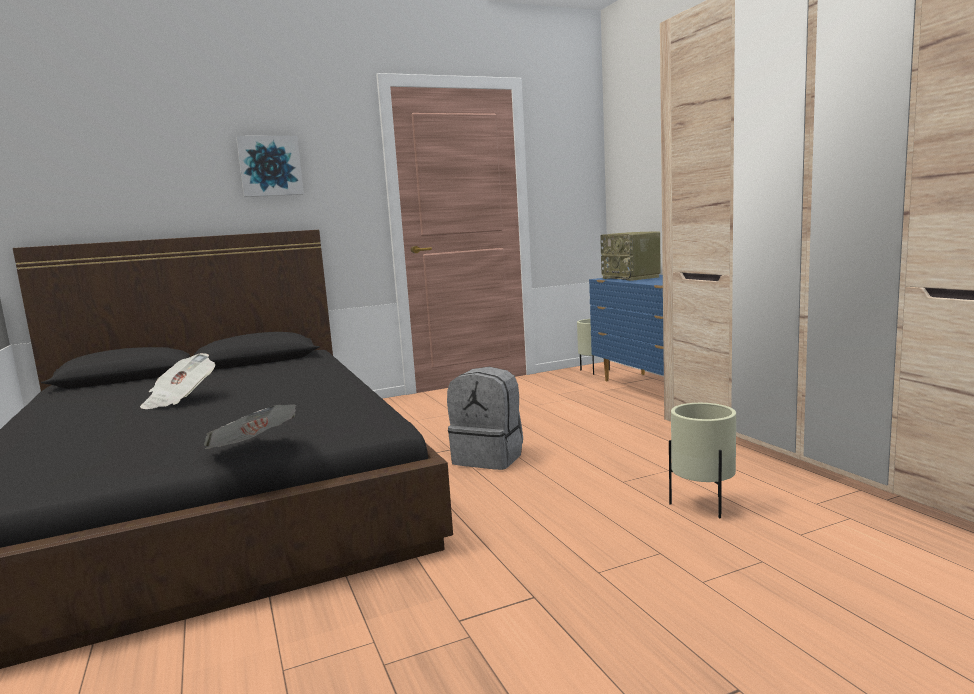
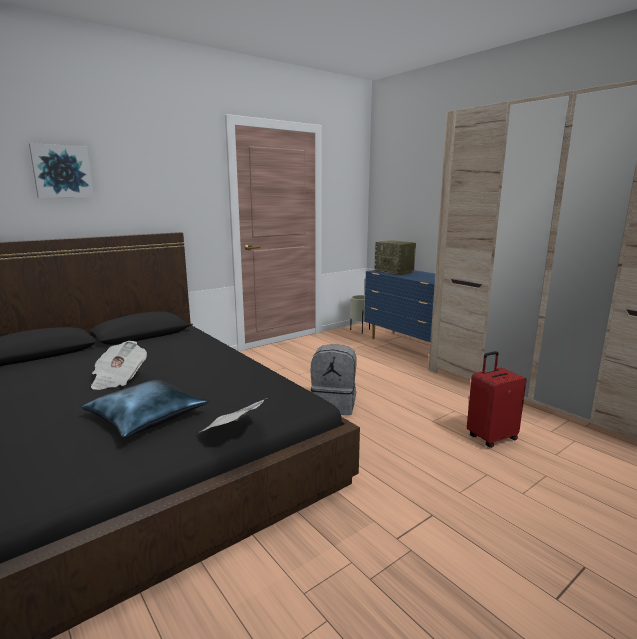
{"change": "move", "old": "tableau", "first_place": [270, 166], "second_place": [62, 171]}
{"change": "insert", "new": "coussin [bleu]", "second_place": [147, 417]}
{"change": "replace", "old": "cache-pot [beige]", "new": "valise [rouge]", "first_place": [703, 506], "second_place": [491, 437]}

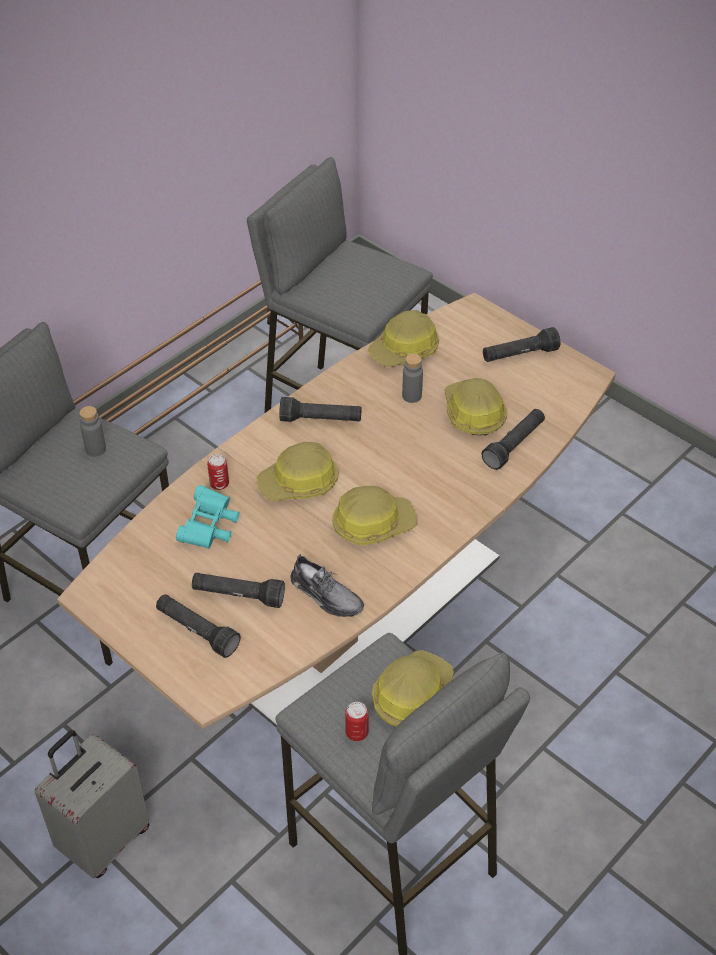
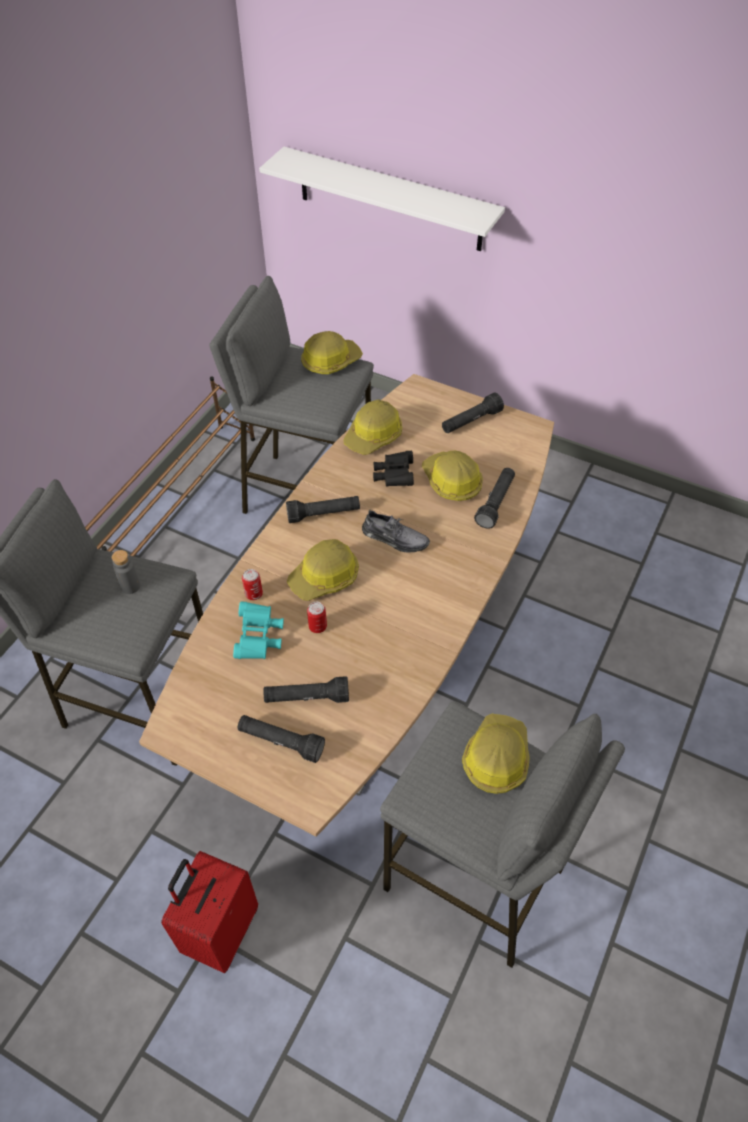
{"change": "recolor", "old": "valise [gris]", "new": "valise [rouge]", "first_place": [103, 839], "second_place": [220, 930]}
{"change": "insert", "new": "étagère [blanc]", "second_place": [390, 200]}
{"change": "move", "old": "casque de chantier", "first_place": [372, 523], "second_place": [330, 361]}
{"change": "move", "old": "boîte métallique", "first_place": [356, 733], "second_place": [317, 626]}
{"change": "move", "old": "chaussure [gris]", "first_place": [326, 595], "second_place": [395, 538]}
{"change": "replace", "old": "bouteille [gris]", "new": "jumelles [noir]", "first_place": [412, 396], "second_place": [394, 476]}

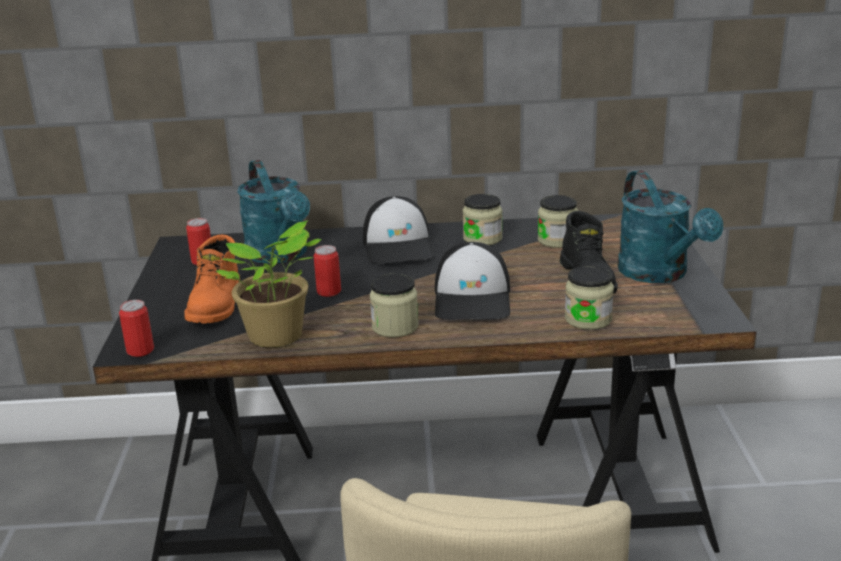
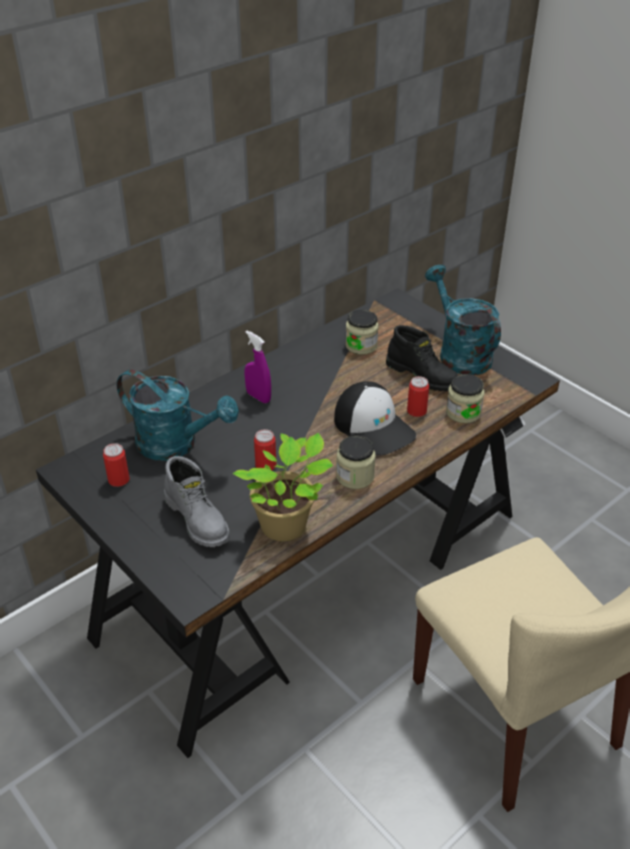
{"change": "recolor", "old": "botte [orange]", "new": "botte [gris]", "first_place": [217, 305], "second_place": [198, 519]}
{"change": "replace", "old": "casquette", "new": "vaporisateur [violet]", "first_place": [399, 246], "second_place": [258, 397]}
{"change": "move", "old": "boîte métallique", "first_place": [140, 350], "second_place": [416, 411]}
{"change": "rotate", "old": "arrosoir [turquoise]", "first_place": [660, 274], "second_place": [459, 353], "degrees": -150}
{"change": "delete", "old": "bocal", "first_place": [482, 238]}

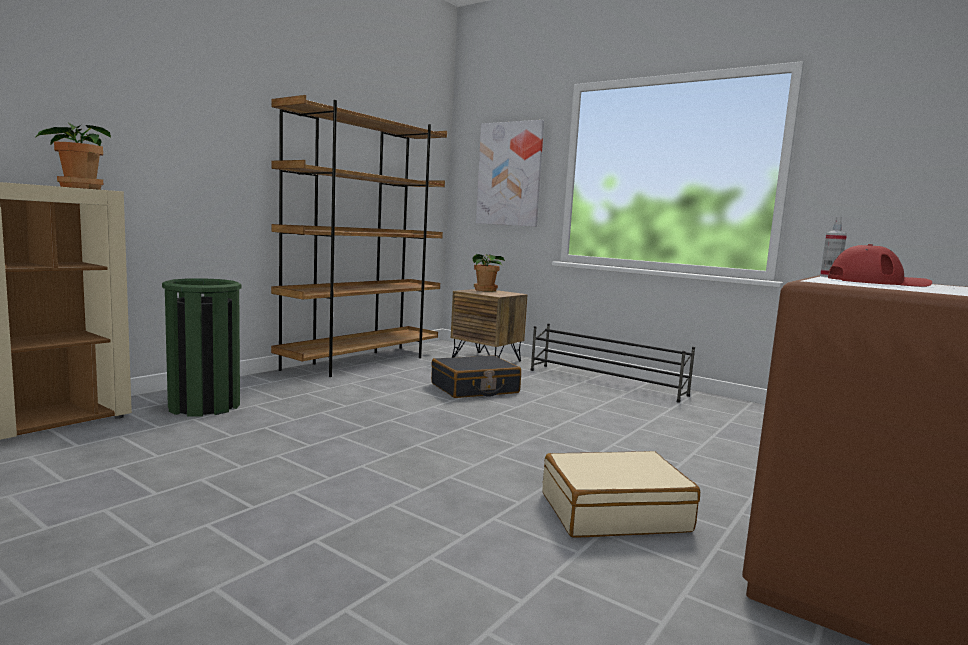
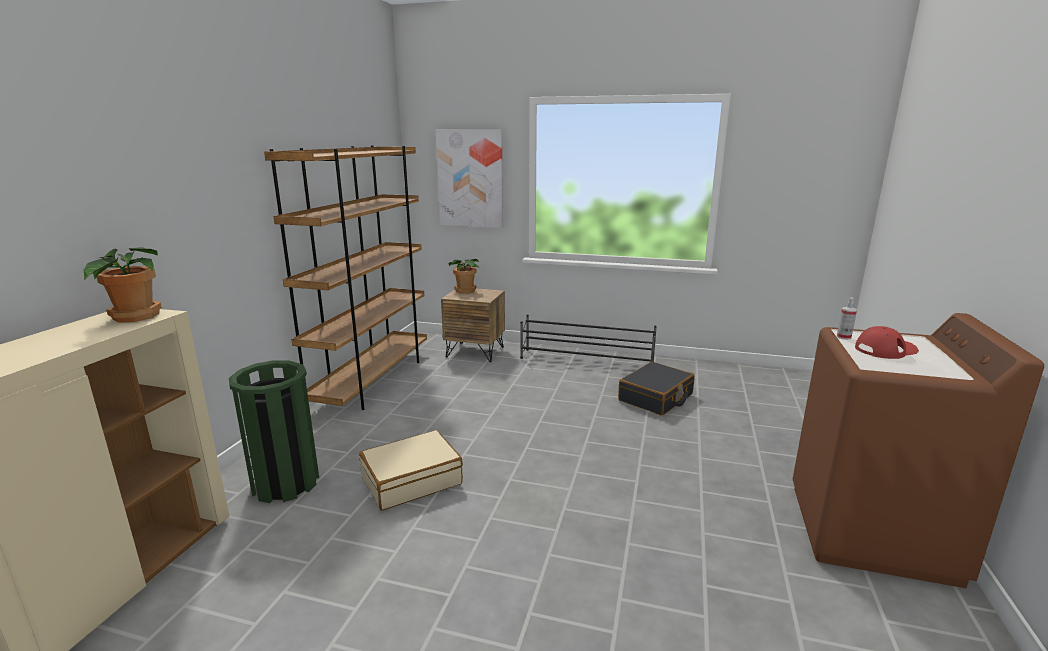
{"change": "move", "old": "valise [beige]", "first_place": [614, 512], "second_place": [411, 480]}
{"change": "move", "old": "valise [noir]", "first_place": [475, 389], "second_place": [656, 398]}

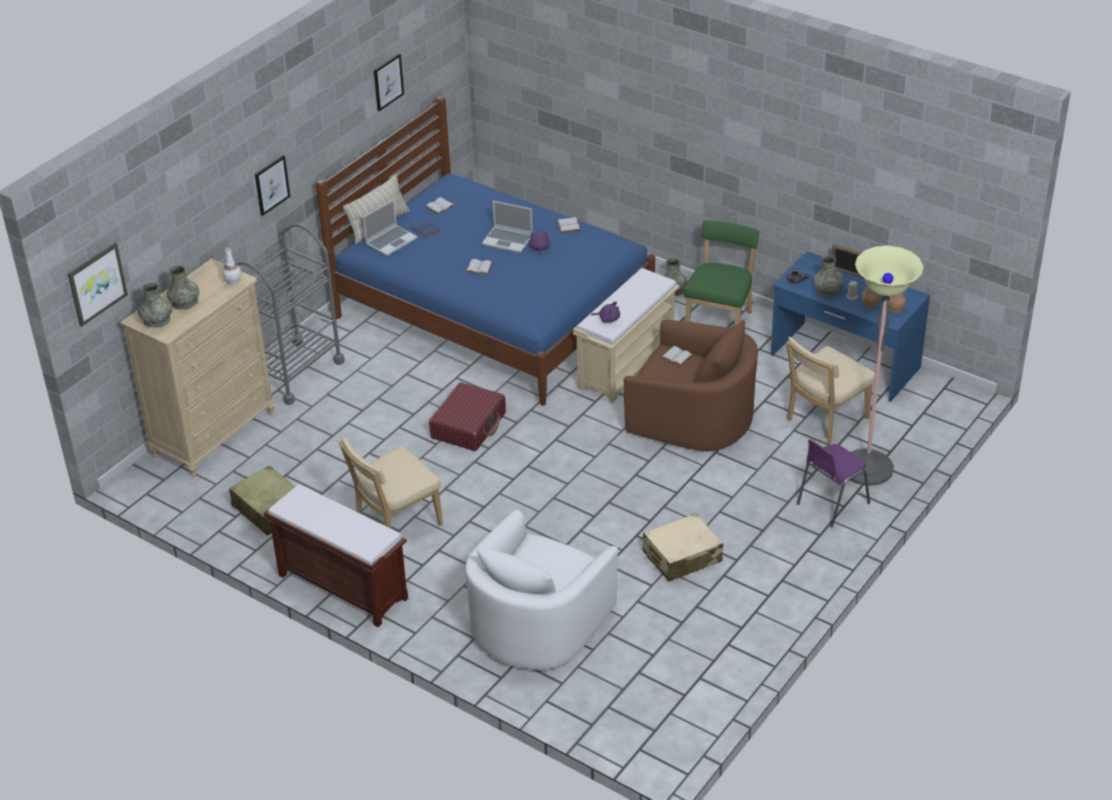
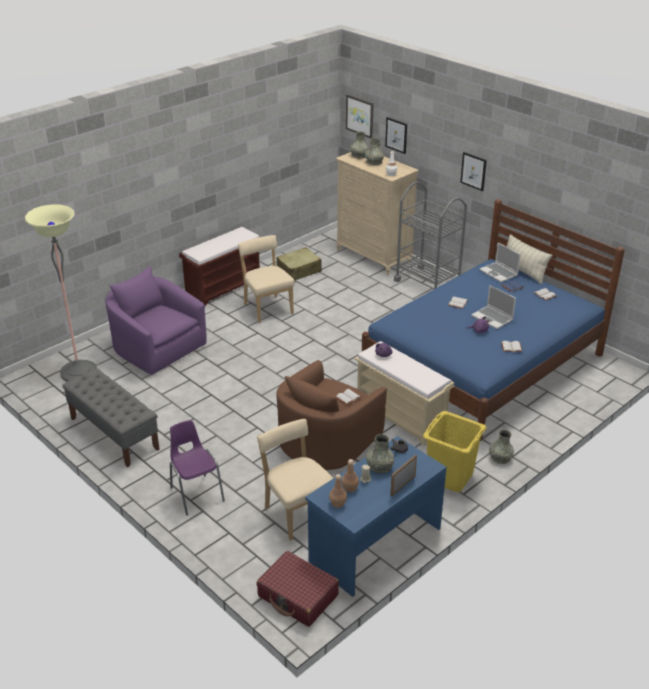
{"change": "move", "old": "lampadaire", "first_place": [867, 468], "second_place": [78, 372]}
{"change": "insert", "new": "banc [gris]", "second_place": [114, 433]}
{"change": "recolor", "old": "fauteuil [blanc]", "new": "fauteuil [violet]", "first_place": [537, 623], "second_place": [156, 347]}
{"change": "move", "old": "valise [rouge]", "first_place": [469, 425], "second_place": [298, 596]}
{"change": "move", "old": "tableau", "first_place": [388, 81], "second_place": [396, 135]}
{"change": "replace", "old": "chaise [vert]", "new": "panier à linge [jaune]", "first_place": [720, 321], "second_place": [450, 477]}
{"change": "rotate", "old": "ordinateur portable", "first_place": [508, 240], "second_place": [492, 318], "degrees": -75}
{"change": "delete", "old": "valise [beige]", "first_place": [681, 557]}

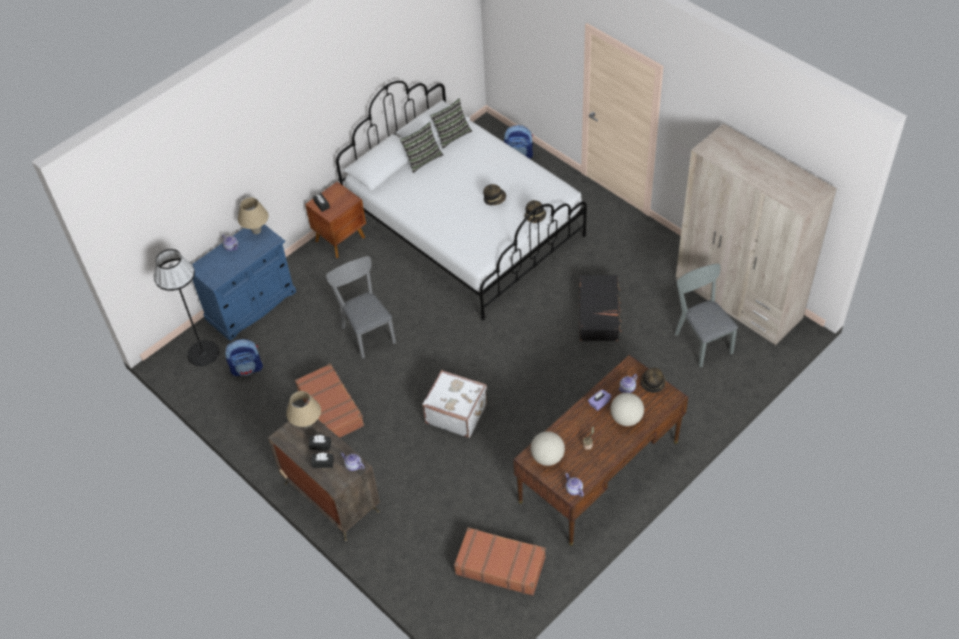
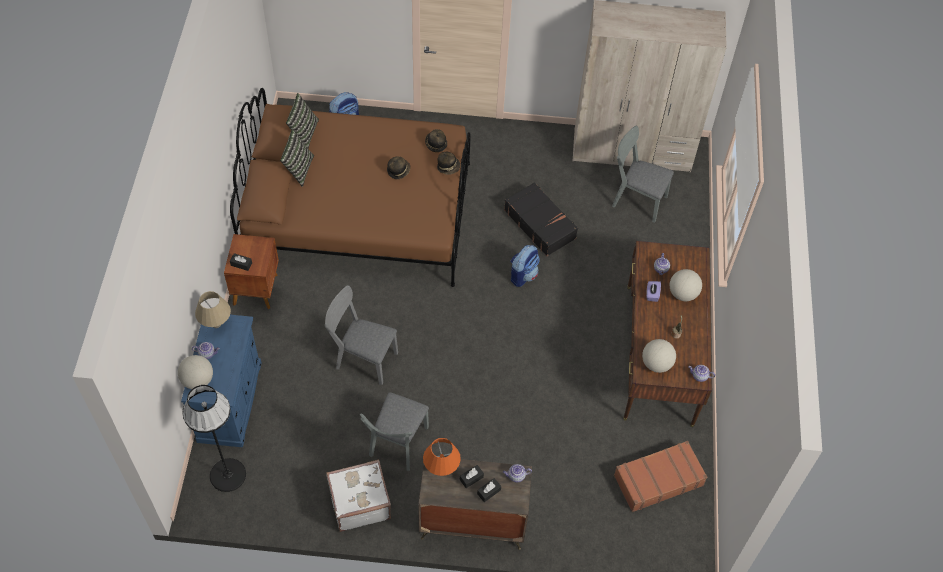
{"change": "insert", "new": "globe", "second_place": [198, 380]}
{"change": "recolor", "old": "lit [blanc]", "new": "lit [marron]", "first_place": [465, 227], "second_place": [359, 213]}
{"change": "move", "old": "valise [blanc]", "first_place": [456, 413], "second_place": [359, 503]}
{"change": "replace", "old": "valise [marron]", "new": "chaise [gris]", "first_place": [331, 408], "second_place": [397, 446]}
{"change": "recolor", "old": "lampe de table [beige]", "new": "lampe de table [orange]", "first_place": [307, 424], "second_place": [441, 468]}
{"change": "move", "old": "chapeau", "first_place": [652, 382], "second_place": [435, 144]}
{"change": "move", "old": "sac à dos", "first_place": [247, 368], "second_place": [523, 275]}

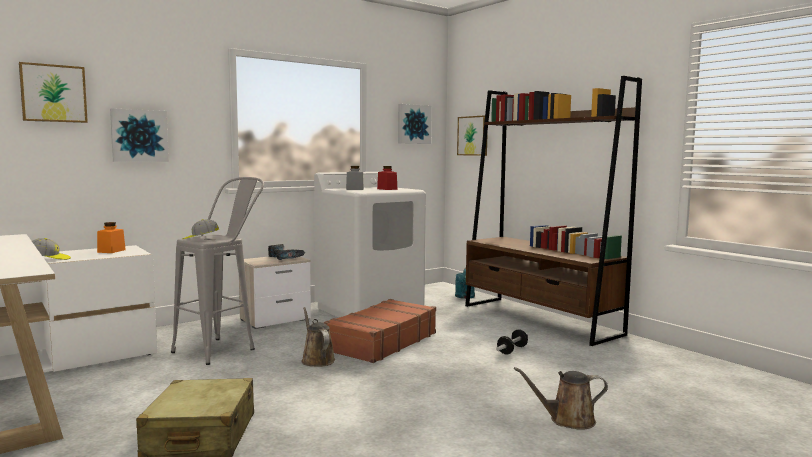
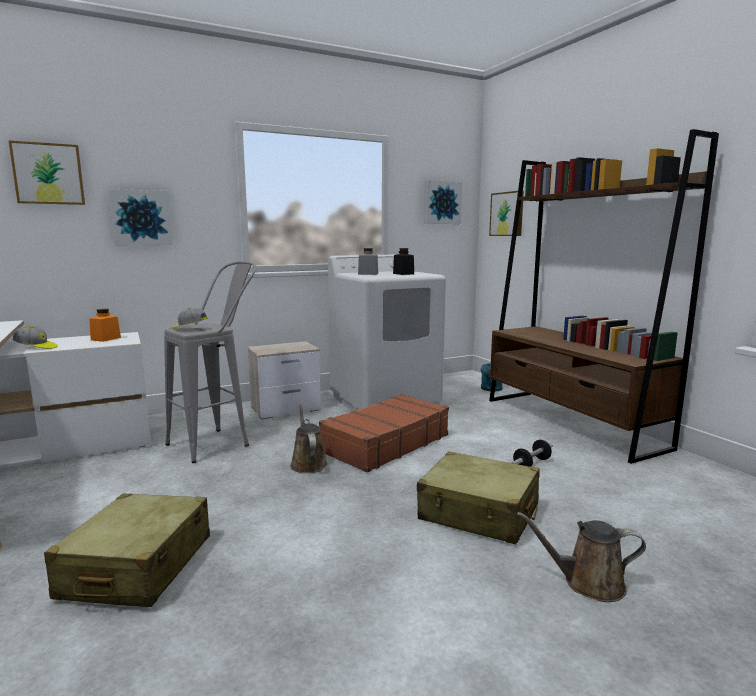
{"change": "recolor", "old": "bocal [rouge]", "new": "bocal [noir]", "first_place": [387, 189], "second_place": [403, 274]}
{"change": "insert", "new": "valise [beige]", "second_place": [479, 513]}
{"change": "delete", "old": "perceuse", "first_place": [285, 258]}

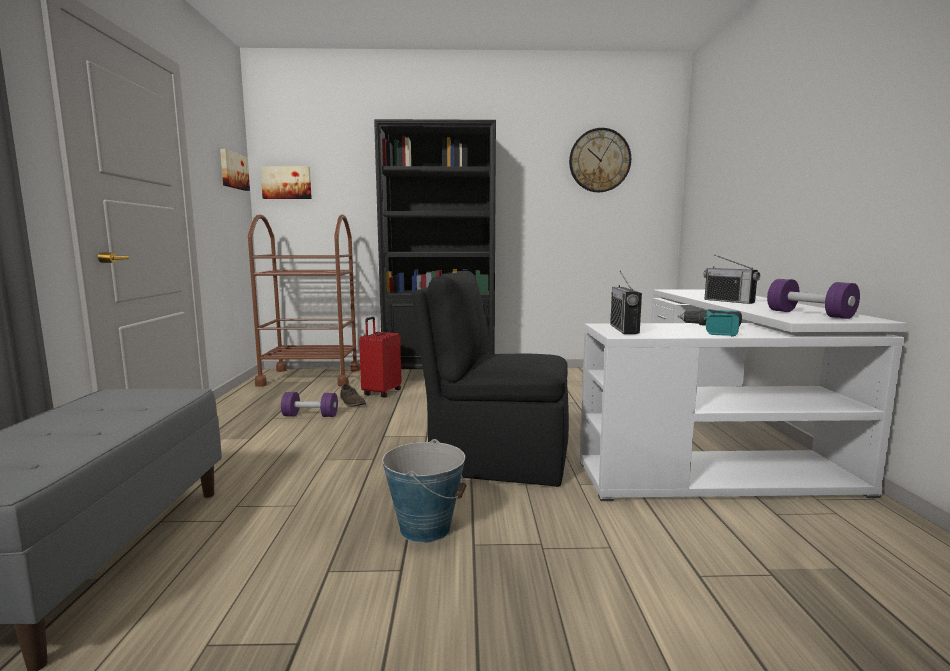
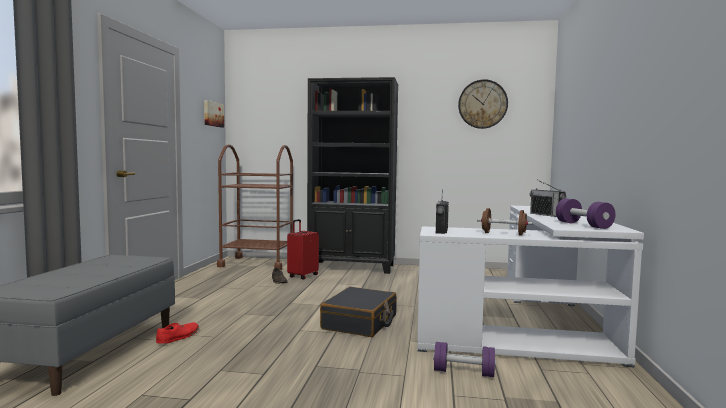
{"change": "insert", "new": "chaussure [rouge]", "second_place": [178, 337]}
{"change": "replace", "old": "chaise [noir]", "new": "valise [noir]", "first_place": [496, 460], "second_place": [360, 322]}
{"change": "move", "old": "haltère [violet]", "first_place": [310, 415], "second_place": [463, 372]}
{"change": "replace", "old": "perceuse", "new": "haltère [marron]", "first_place": [711, 330], "second_place": [503, 234]}
{"change": "delete", "old": "tableau", "first_place": [286, 183]}
{"change": "delete", "old": "seau", "first_place": [425, 528]}

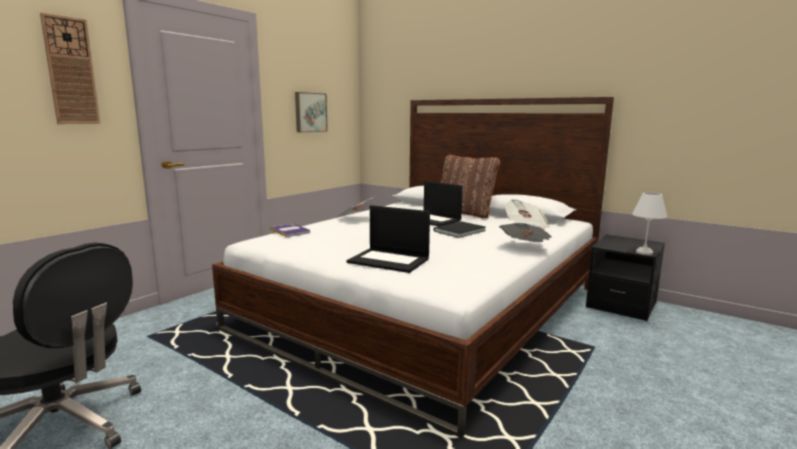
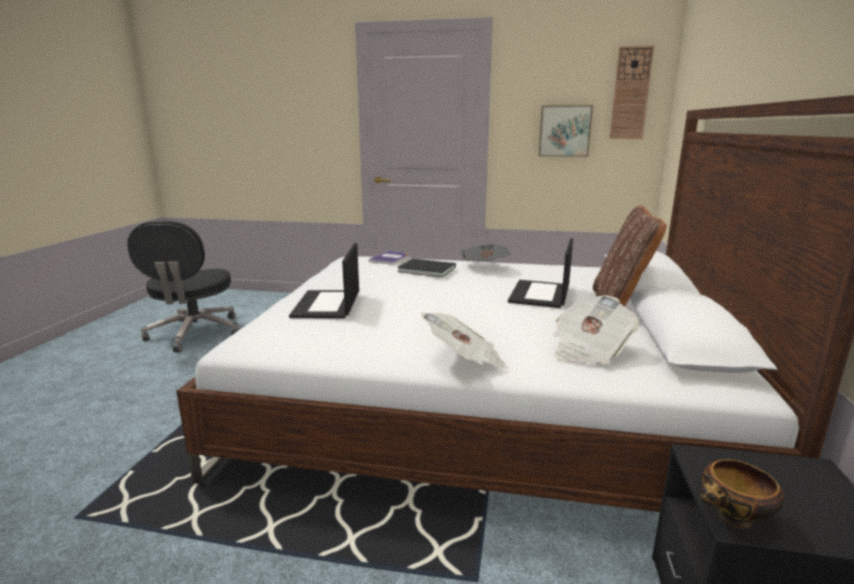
{"change": "move", "old": "livre [noir]", "first_place": [458, 231], "second_place": [426, 269]}
{"change": "move", "old": "horloge murale", "first_place": [71, 71], "second_place": [630, 93]}
{"change": "replace", "old": "lampe de table [blanc]", "new": "bol", "first_place": [644, 252], "second_place": [732, 520]}

